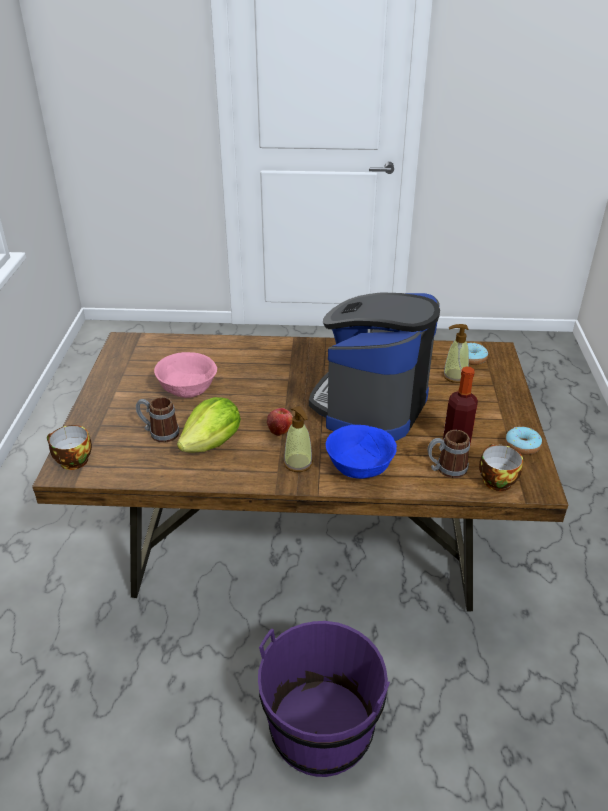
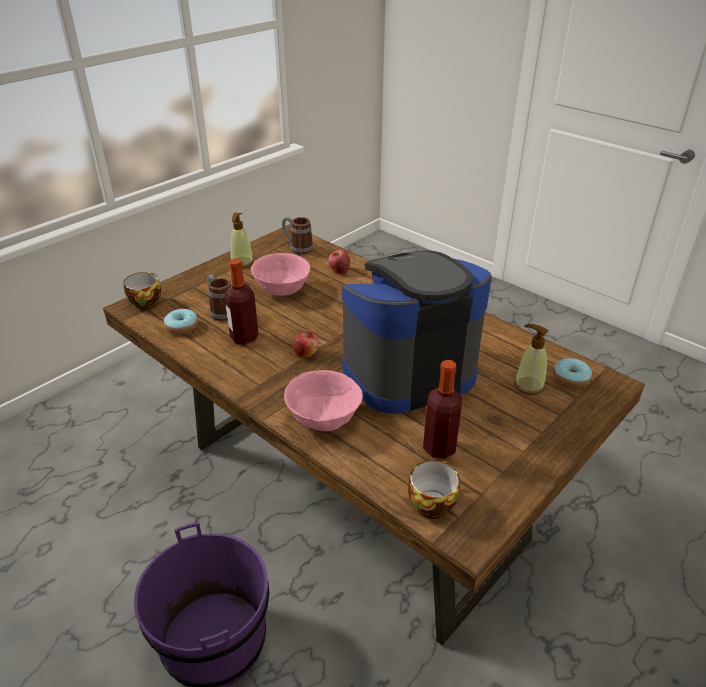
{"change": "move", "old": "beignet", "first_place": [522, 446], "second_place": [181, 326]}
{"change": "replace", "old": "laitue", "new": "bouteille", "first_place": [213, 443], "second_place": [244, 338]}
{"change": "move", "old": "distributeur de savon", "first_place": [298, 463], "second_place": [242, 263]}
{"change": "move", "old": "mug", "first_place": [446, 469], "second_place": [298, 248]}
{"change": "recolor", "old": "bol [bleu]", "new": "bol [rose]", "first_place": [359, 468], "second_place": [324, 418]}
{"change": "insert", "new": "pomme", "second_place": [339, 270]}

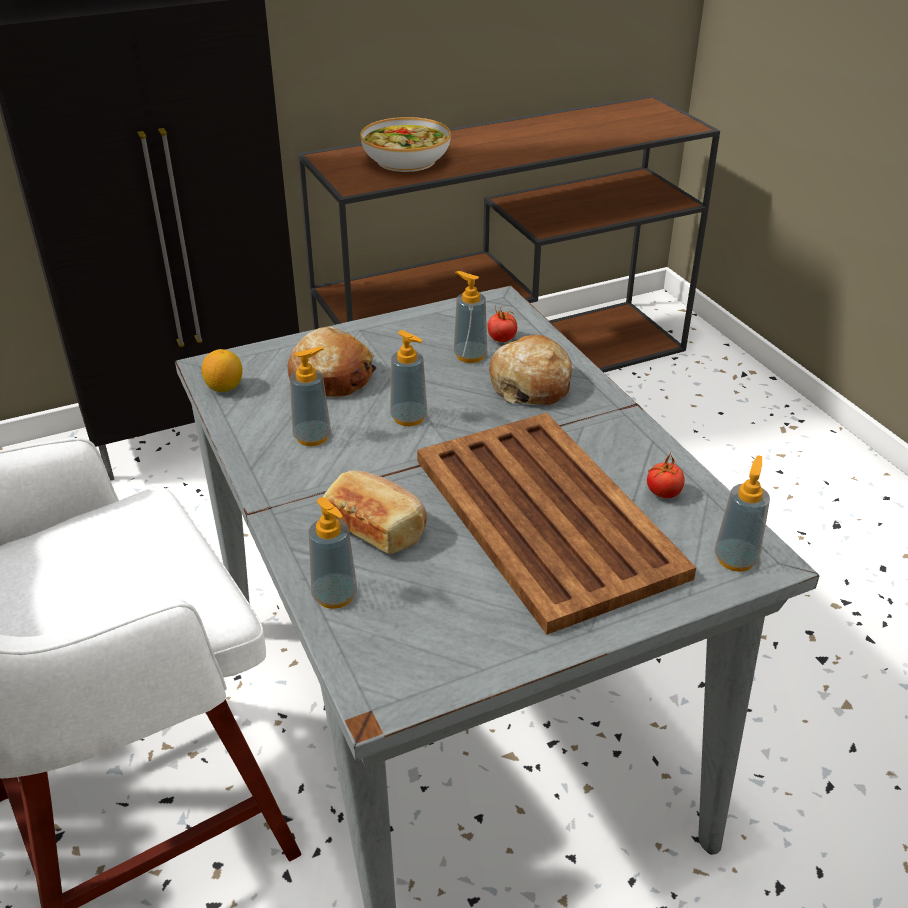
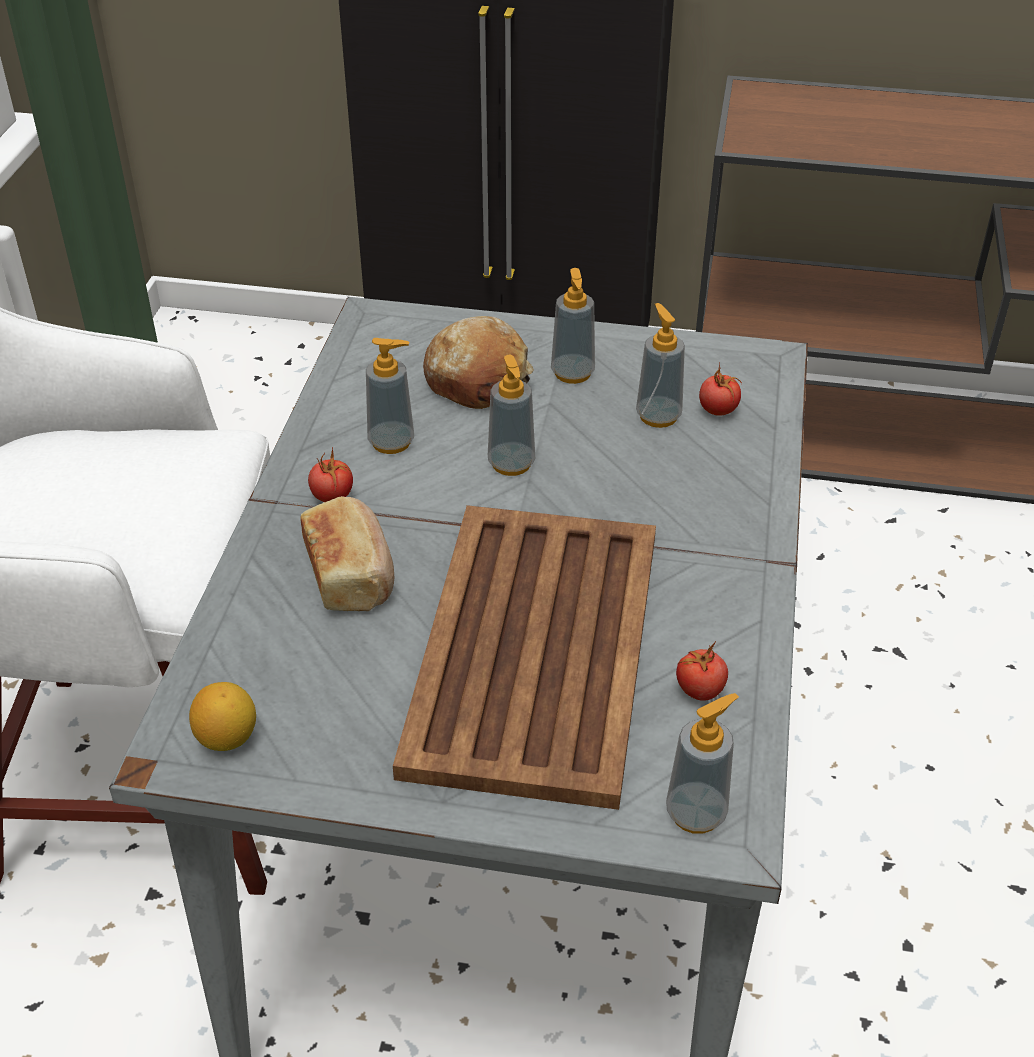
{"change": "move", "old": "citron", "first_place": [224, 387], "second_place": [227, 738]}
{"change": "insert", "new": "tomate", "second_place": [332, 497]}
{"change": "move", "old": "distributeur de savon", "first_place": [335, 595], "second_place": [572, 373]}
{"change": "delete", "old": "bol", "first_place": [406, 160]}
{"change": "delete", "old": "pain", "first_place": [530, 385]}

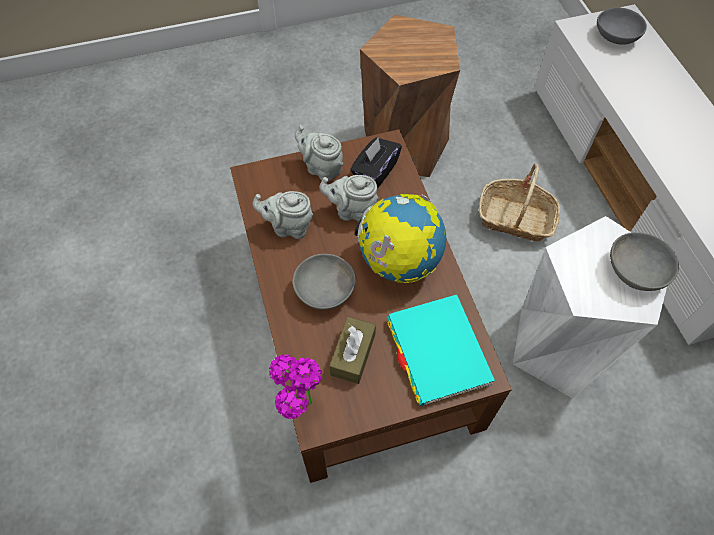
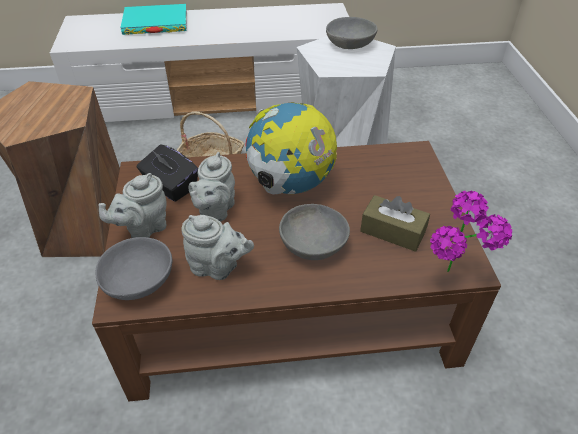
{"change": "move", "old": "bol [gris]", "first_place": [616, 36], "second_place": [138, 281]}
{"change": "move", "old": "livre [turquoise]", "first_place": [437, 351], "second_place": [155, 23]}
{"change": "rotate", "old": "théière [gris]", "first_place": [289, 227], "second_place": [218, 267], "degrees": -90}

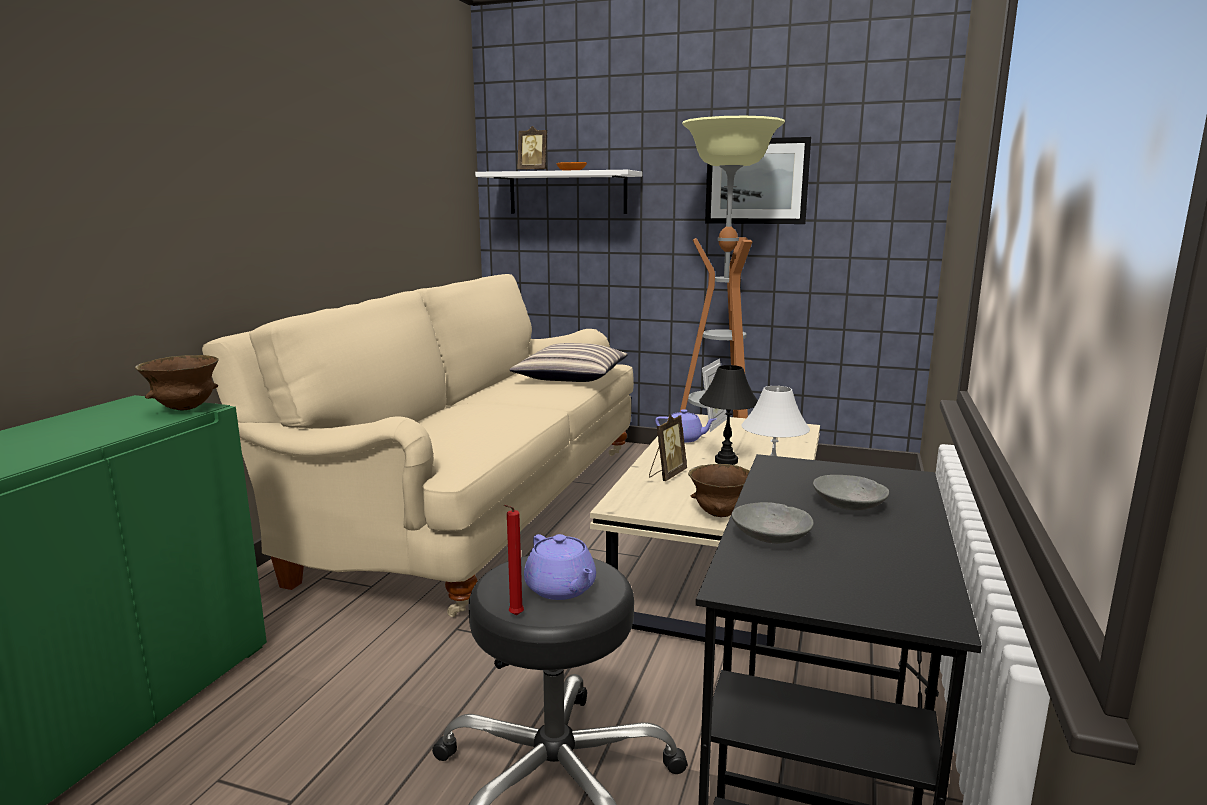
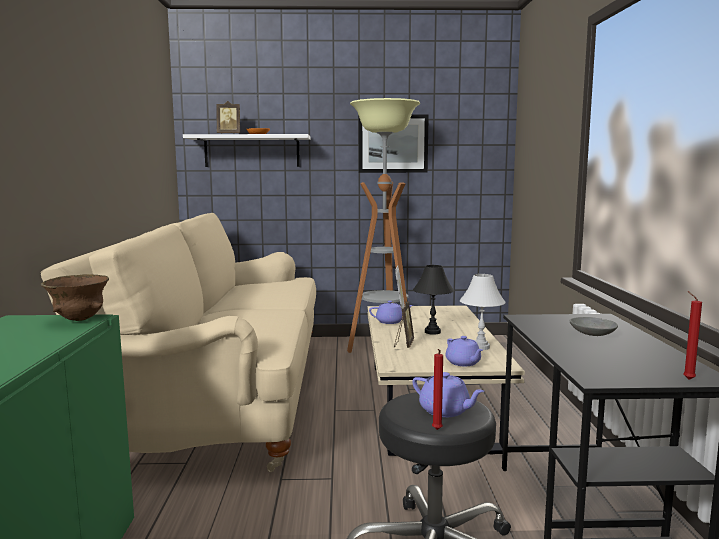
{"change": "replace", "old": "bol [marron]", "new": "théière [violet]", "first_place": [719, 514], "second_place": [463, 363]}
{"change": "insert", "new": "bougie [rouge]", "second_place": [687, 379]}
{"change": "delete", "old": "coussin", "first_place": [571, 376]}
{"change": "delete", "old": "bol [gris]", "first_place": [772, 536]}

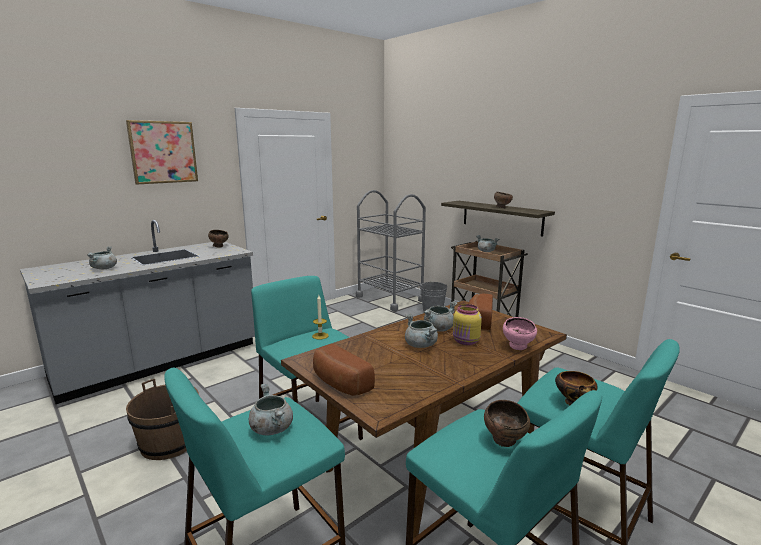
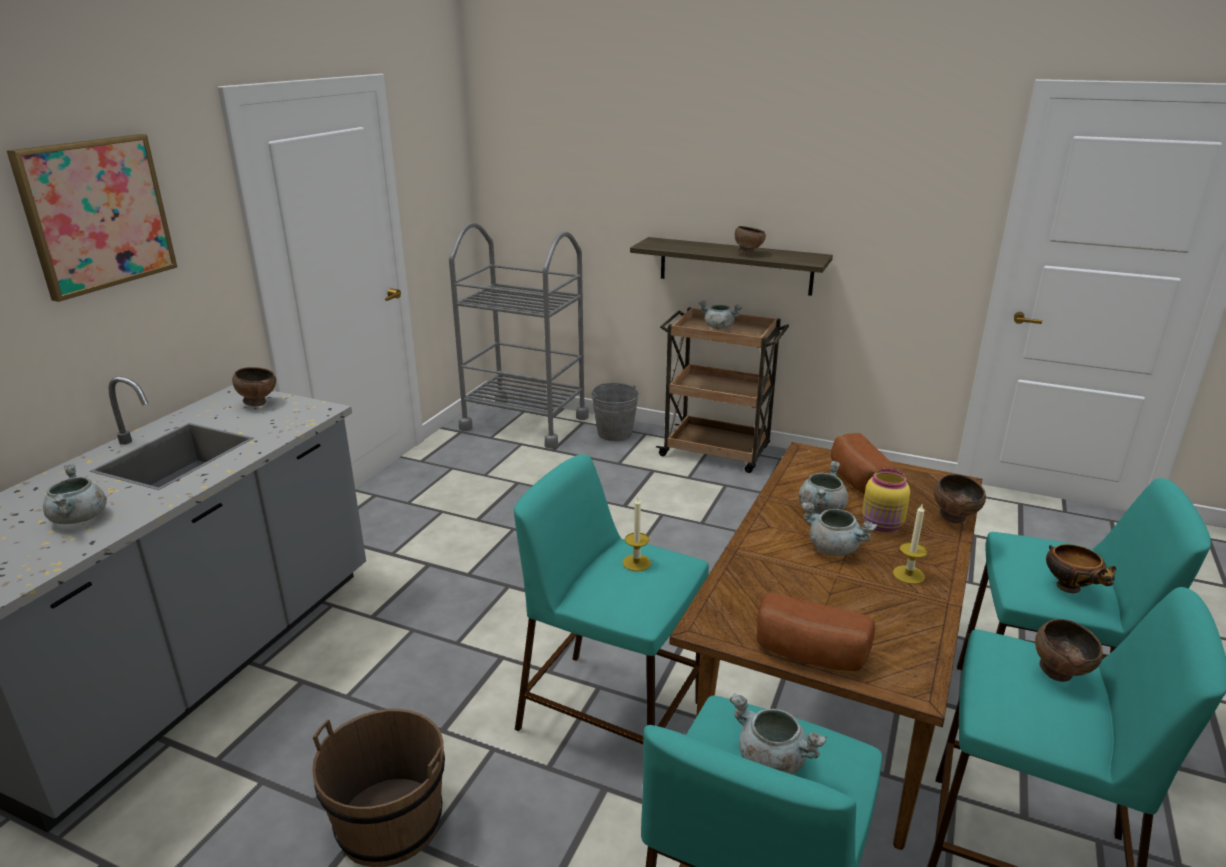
{"change": "insert", "new": "bougie", "second_place": [908, 575]}
{"change": "recolor", "old": "bol [rose]", "new": "bol [marron]", "first_place": [518, 348], "second_place": [954, 519]}

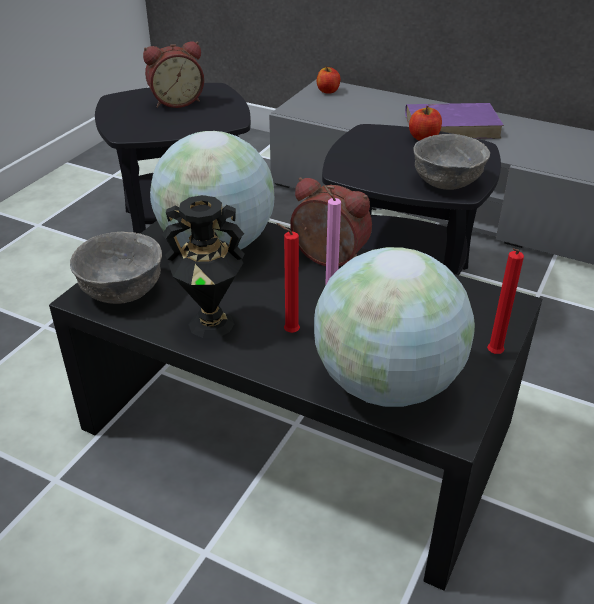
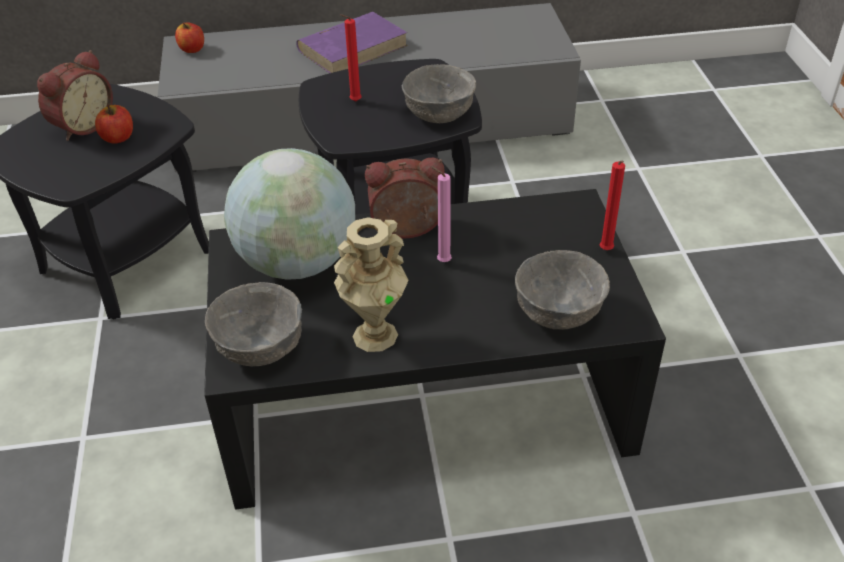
{"change": "move", "old": "pomme", "first_place": [424, 138], "second_place": [118, 138]}
{"change": "recolor", "old": "vase [noir]", "new": "vase [beige]", "first_place": [211, 323], "second_place": [375, 334]}
{"change": "move", "old": "bougie [rouge]", "first_place": [289, 332], "second_place": [354, 102]}
{"change": "replace", "old": "globe", "new": "bol [gris]", "first_place": [387, 384], "second_place": [559, 313]}

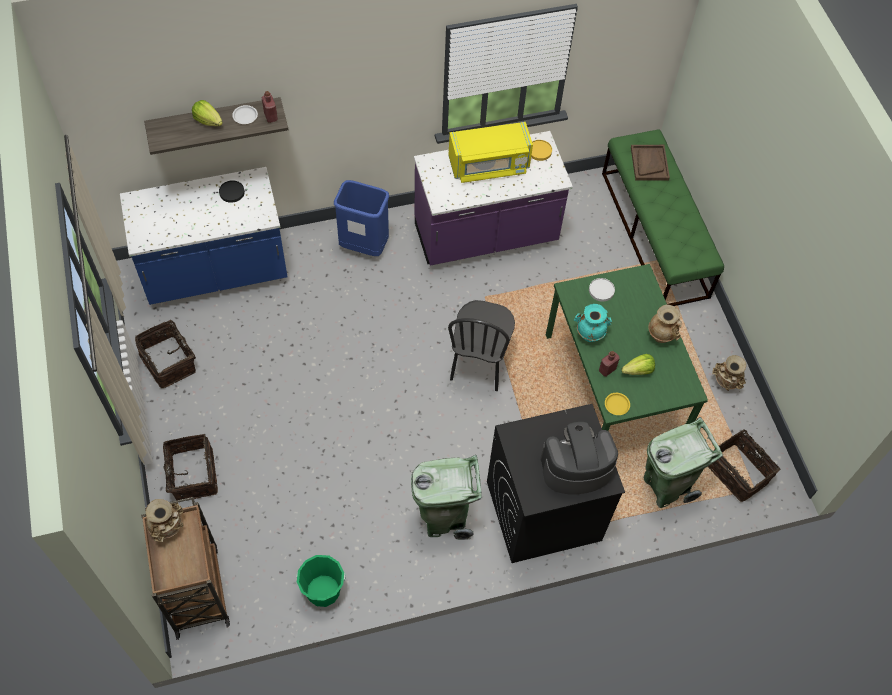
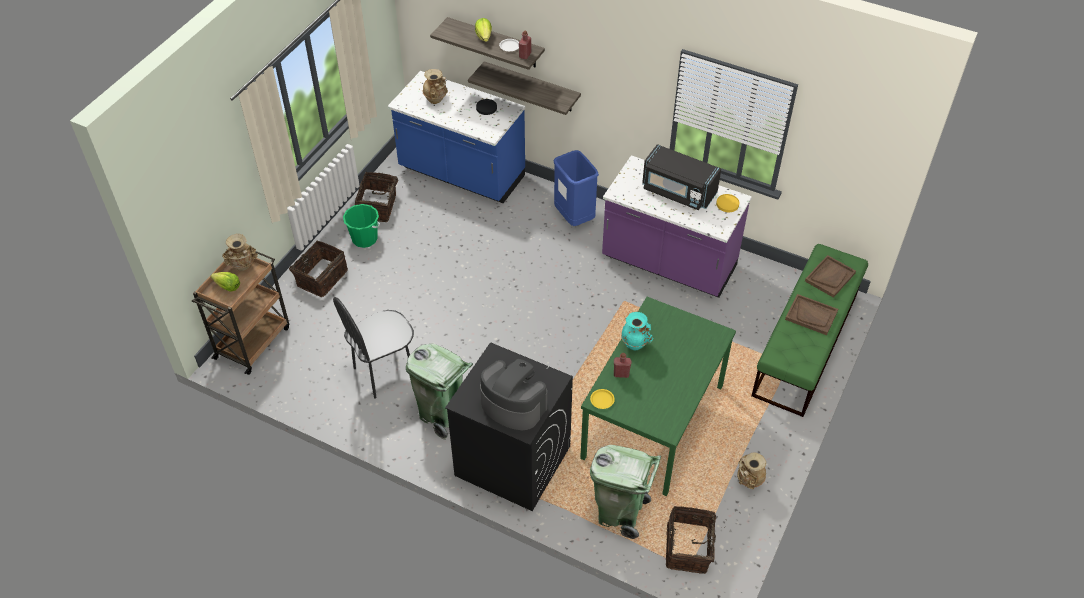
{"change": "move", "old": "laitue", "first_place": [638, 371], "second_place": [227, 287]}
{"change": "move", "old": "chaise [noir]", "first_place": [479, 364], "second_place": [384, 372]}
{"change": "move", "old": "seau [vert]", "first_place": [323, 591], "second_place": [364, 239]}
{"change": "move", "old": "vase [beige]", "first_place": [661, 335], "second_place": [436, 100]}
{"change": "insert", "new": "étagère", "second_place": [531, 87]}
{"change": "recolor", "old": "micro-ondes [jaune]", "new": "micro-ondes [noir]", "first_place": [489, 165], "second_place": [678, 191]}
{"change": "insert", "new": "plateau [marron]", "second_place": [811, 315]}
{"change": "delete", "old": "assiette [blanc]", "first_place": [601, 290]}

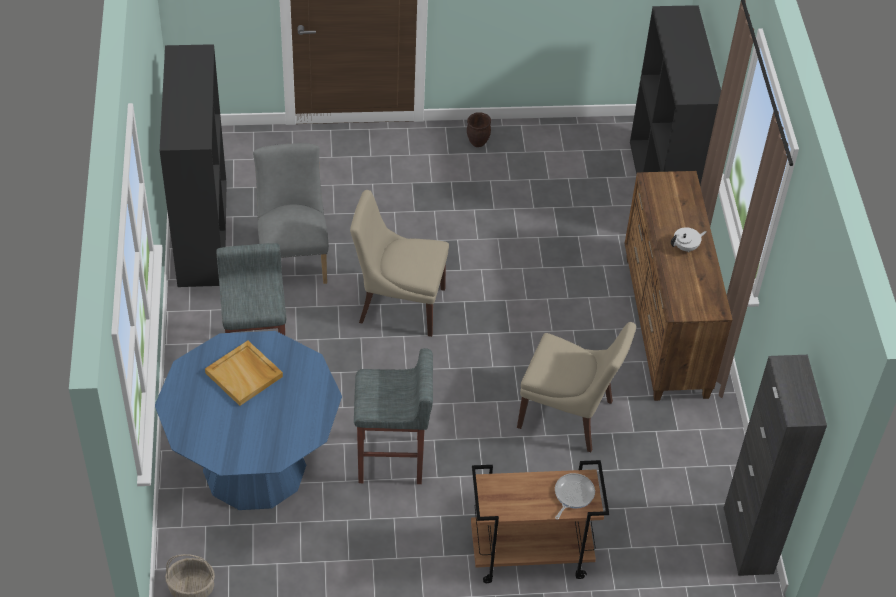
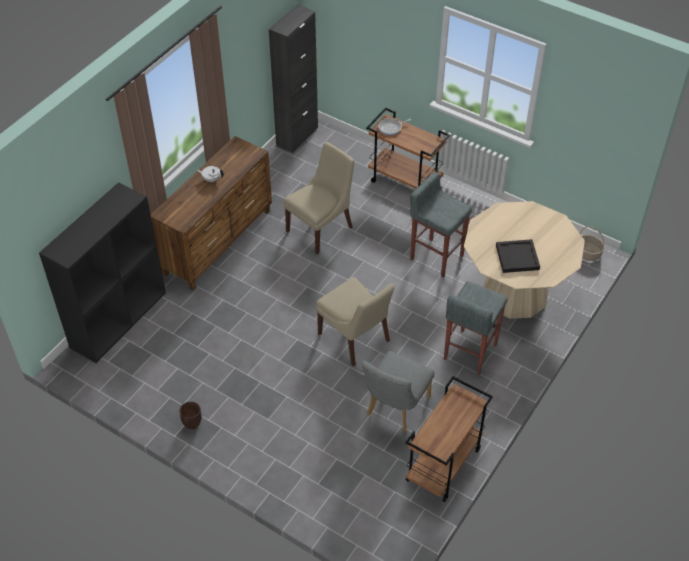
{"change": "rotate", "old": "chaise [beige]", "first_place": [568, 415], "second_place": [321, 228], "degrees": 75}
{"change": "replace", "old": "bibliothèque [noir]", "new": "chariot [marron]", "first_place": [201, 232], "second_place": [443, 466]}
{"change": "recolor", "old": "table à manger [bleu]", "new": "table à manger [beige]", "first_place": [254, 468], "second_place": [515, 293]}
{"change": "recolor", "old": "plateau [beige]", "new": "plateau [noir]", "first_place": [244, 375], "second_place": [517, 257]}

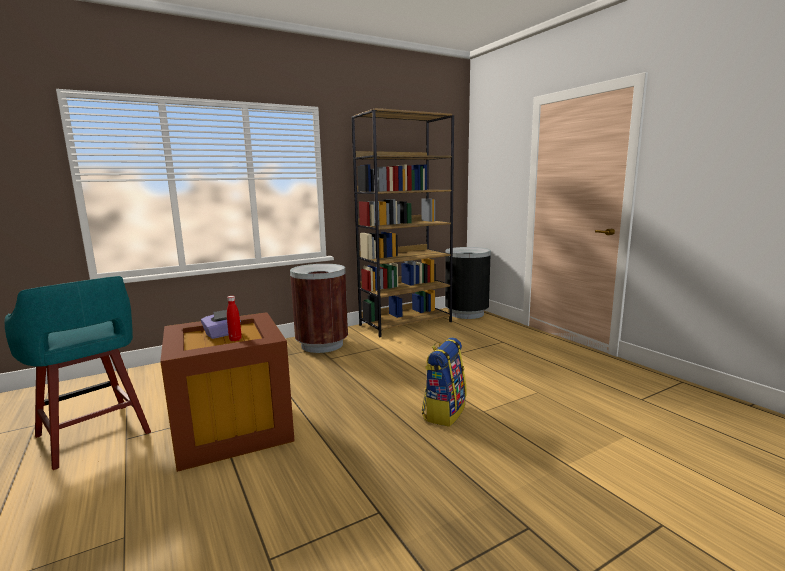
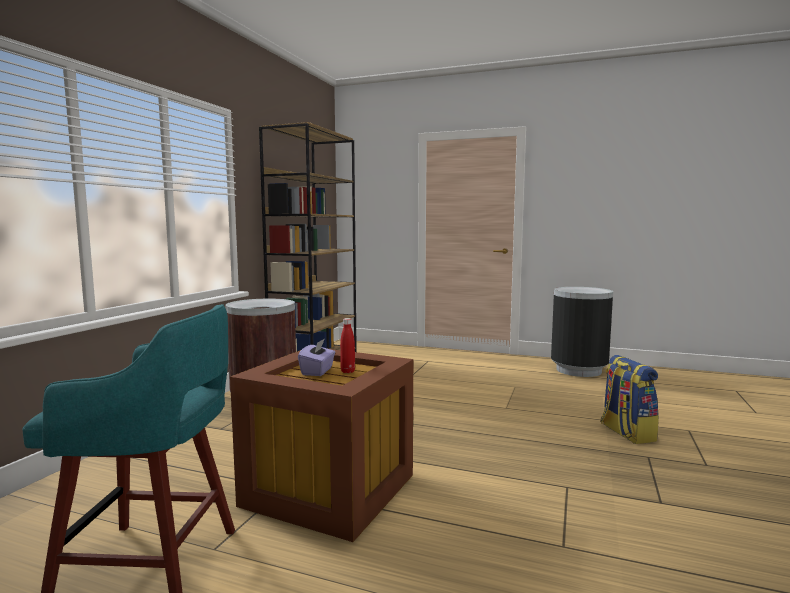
{"change": "move", "old": "poubelle [noir]", "first_place": [466, 313], "second_place": [579, 370]}
{"change": "move", "old": "sac à dos", "first_place": [444, 412], "second_place": [626, 433]}

